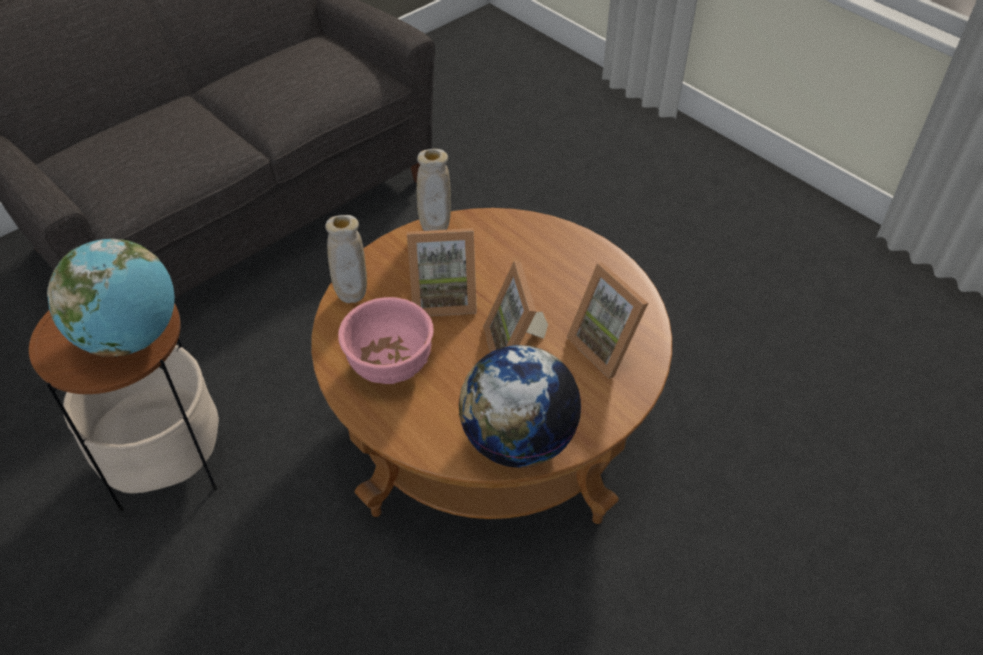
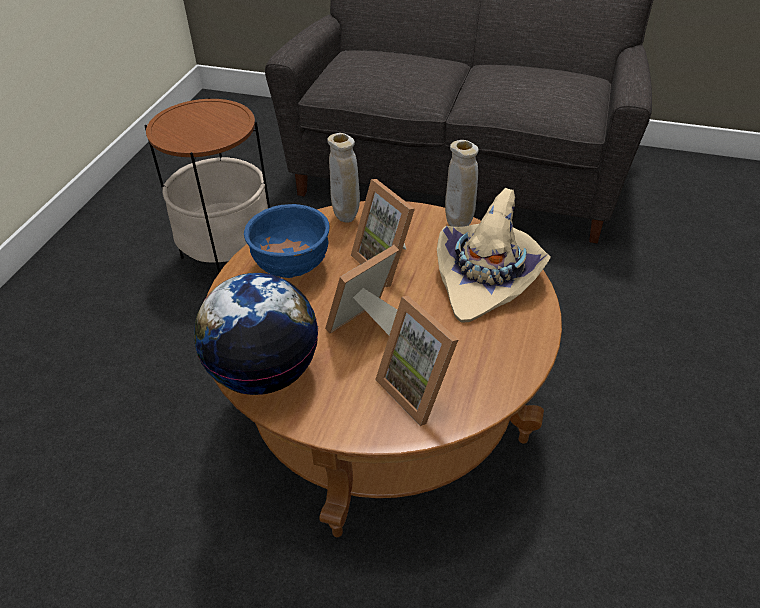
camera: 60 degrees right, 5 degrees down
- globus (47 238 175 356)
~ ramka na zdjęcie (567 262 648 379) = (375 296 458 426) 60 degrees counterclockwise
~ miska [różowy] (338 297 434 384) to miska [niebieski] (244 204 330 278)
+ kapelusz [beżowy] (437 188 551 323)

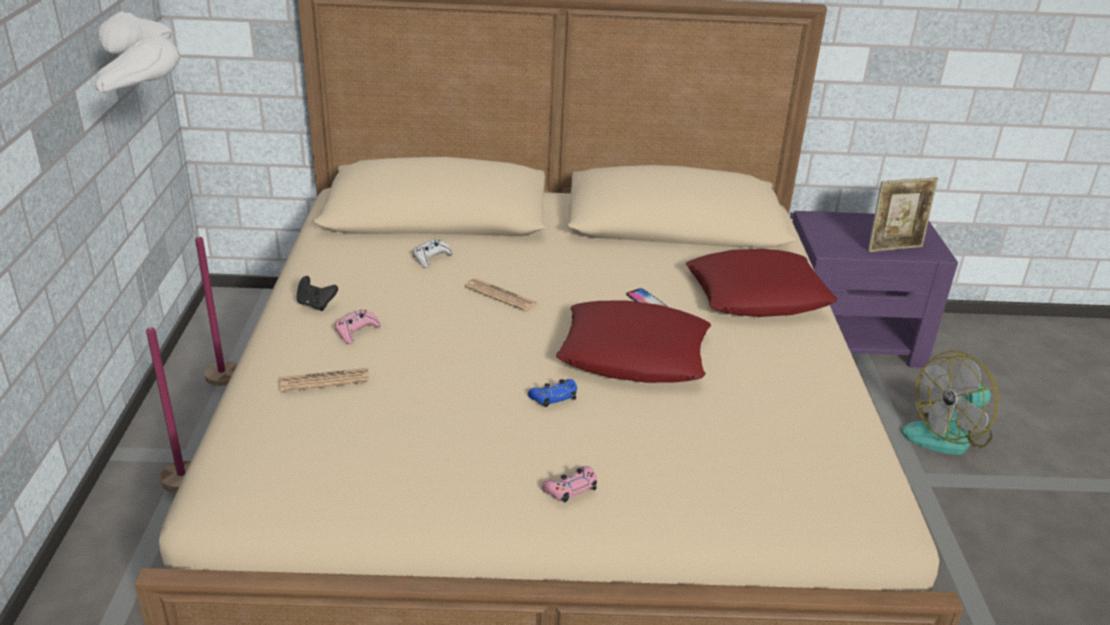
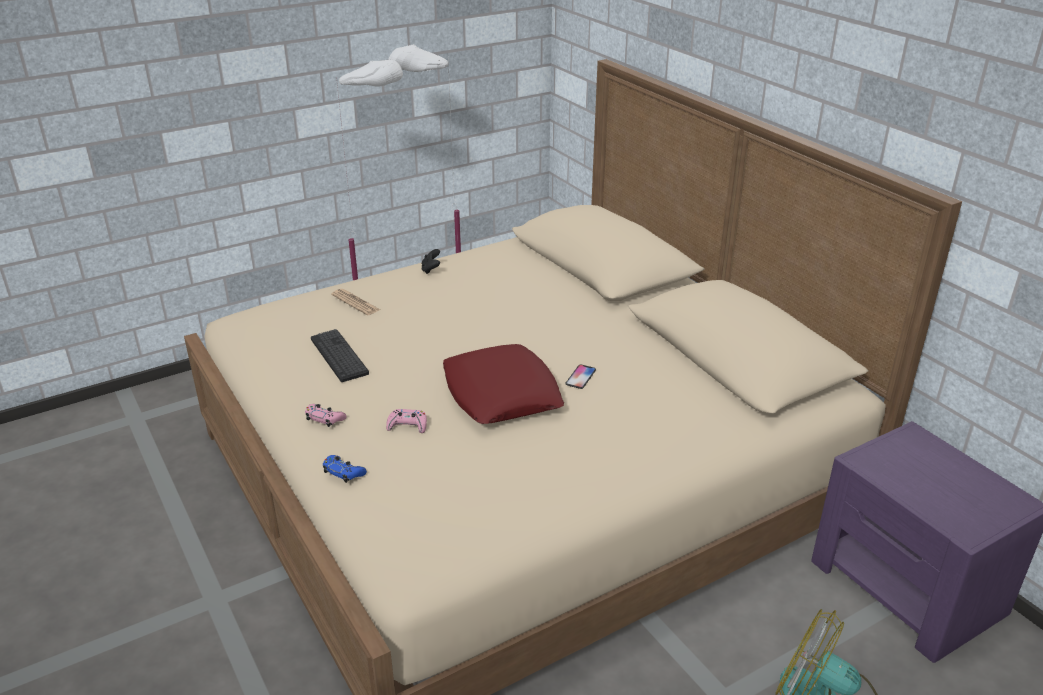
camera: 60 degrees right, 0 degrees up
- ramka na zdjęcie (868 178 938 252)
- pad do gier [biały] (413 240 452 268)
- poduszka [czerwony] (686 249 837 317)
- gazeta (465 278 538 312)
~ pad do gier [różowy] (335 310 381 344) to (386 409 427 433)
~ pad do gier [niebieski] (528 379 577 407) to (323 455 367 483)
+ klawiatura (311 329 369 382)

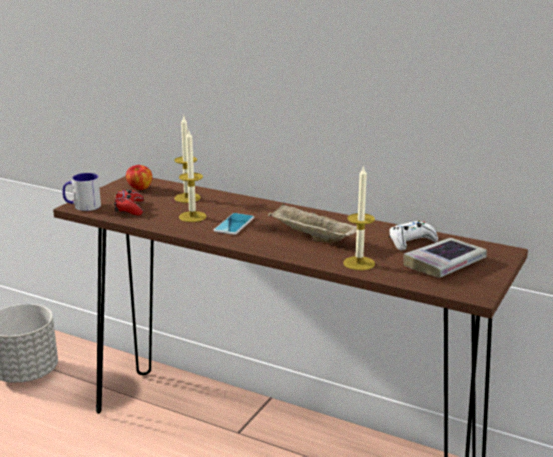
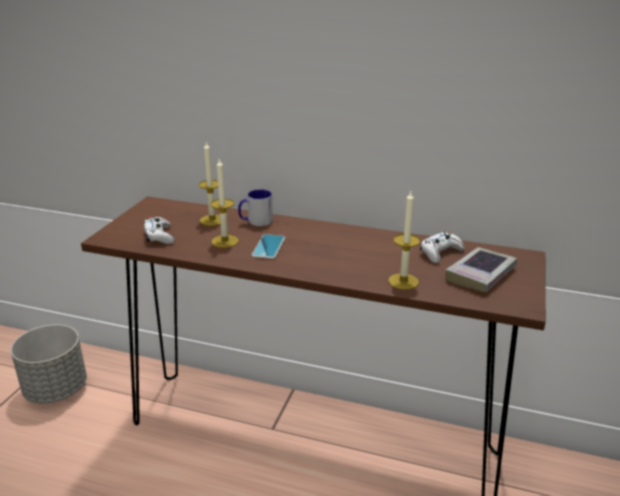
camera: 10 degrees left, 5 degrees up
- jabłko (126 165 152 190)
~ kubek (62 173 101 211) to (238 189 273 226)
~ pad do gier [czerwony] (114 189 144 215) to pad do gier [biały] (144 217 175 244)
- taca [beżowy] (268 204 357 243)

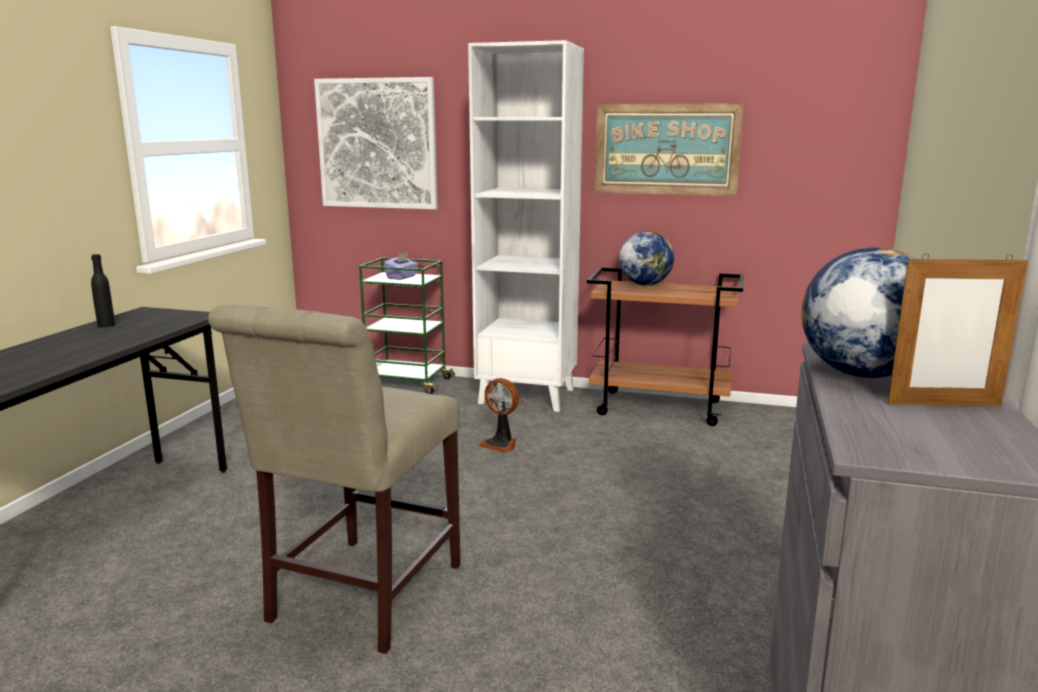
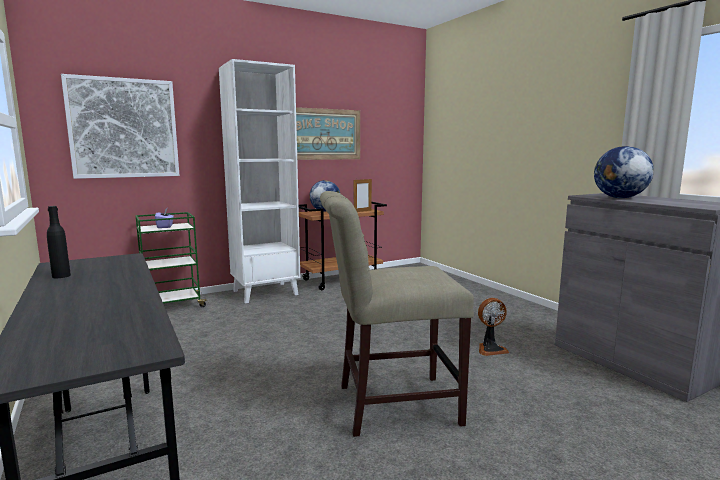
camera: 45 degrees left, 5 degrees down
~ ramka na zdjęcie (888 254 1028 406) to (354 179 372 212)
~ krzesło [beżowy] (208 304 461 654) = (320 191 474 437) 105 degrees clockwise
~ wentylator (478 378 519 453) to (478 298 509 356)

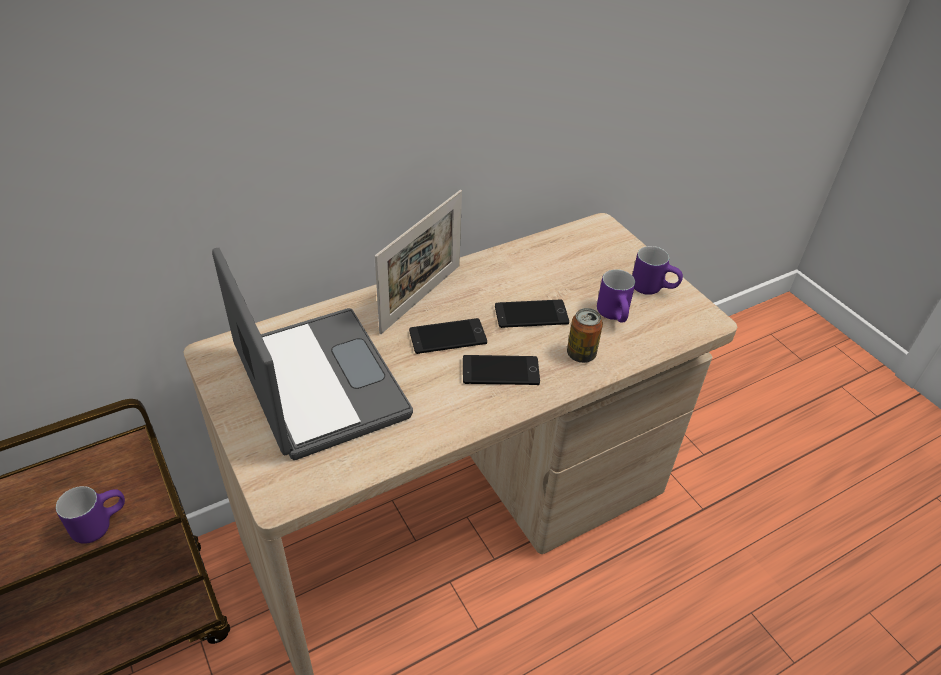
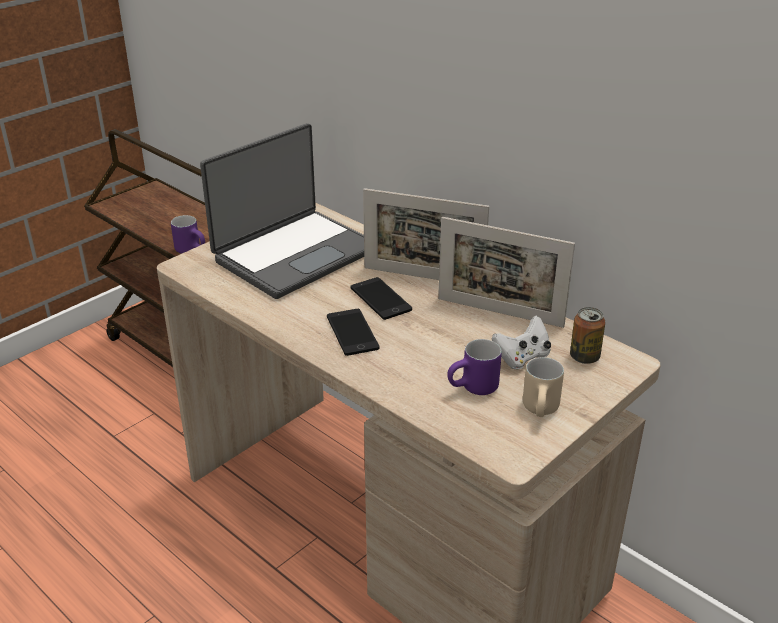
camera: 75 degrees right, 10 degrees down
~ kubek [fioletowy] (632 246 683 295) to kubek [beżowy] (523 357 564 417)
- telefon (495 300 569 328)
~ puszka (567 308 603 363) to (570 307 605 364)
+ ramka na zdjęcie (438 217 575 328)
+ pad do gier [biały] (492 315 551 370)

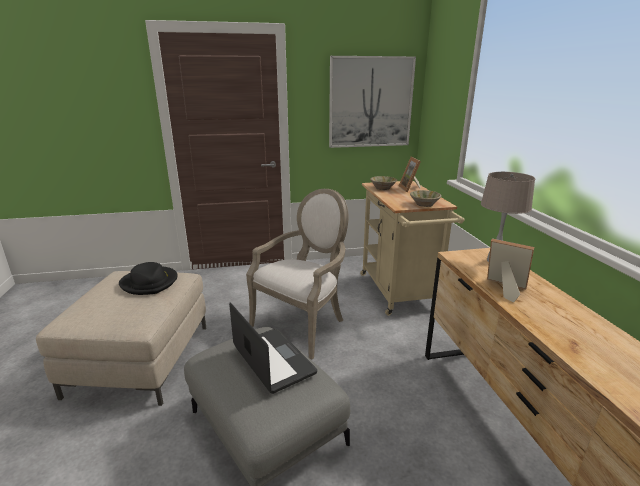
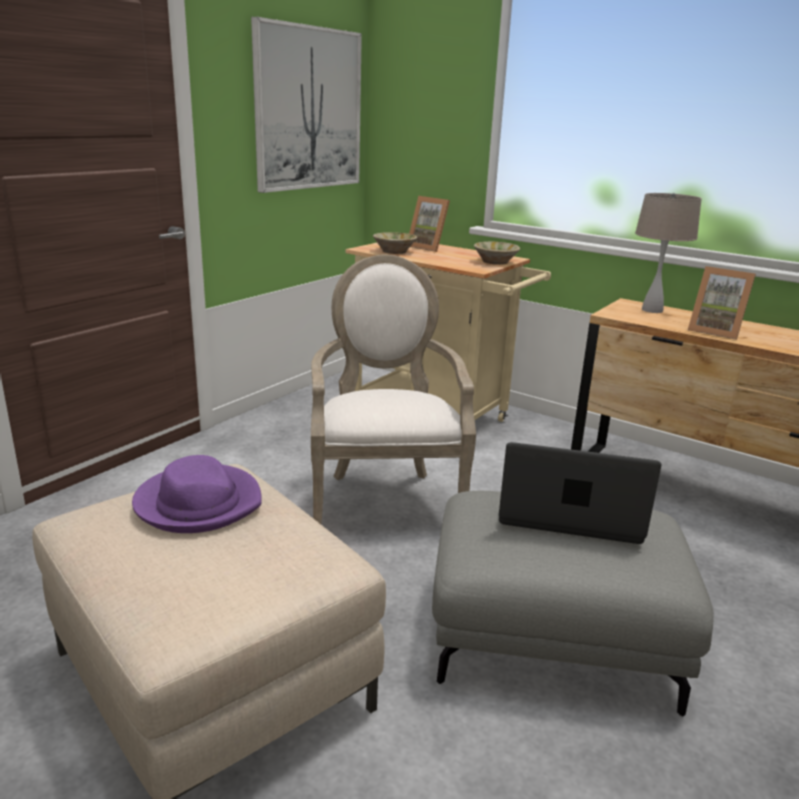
camera: 45 degrees left, 0 degrees up
~ ramka na zdjęcie (487 238 534 302) = (688 266 756 340) 135 degrees counterclockwise
~ kapelusz [czarny] (119 262 178 295) to kapelusz [fioletowy] (132 455 262 533)

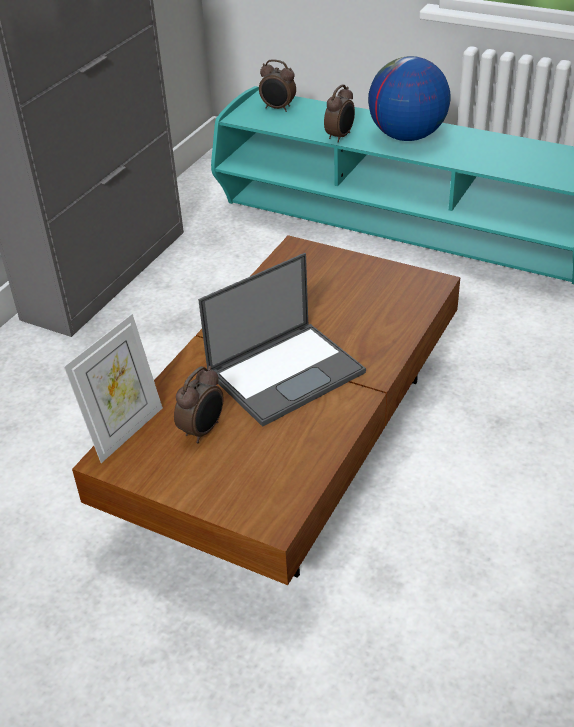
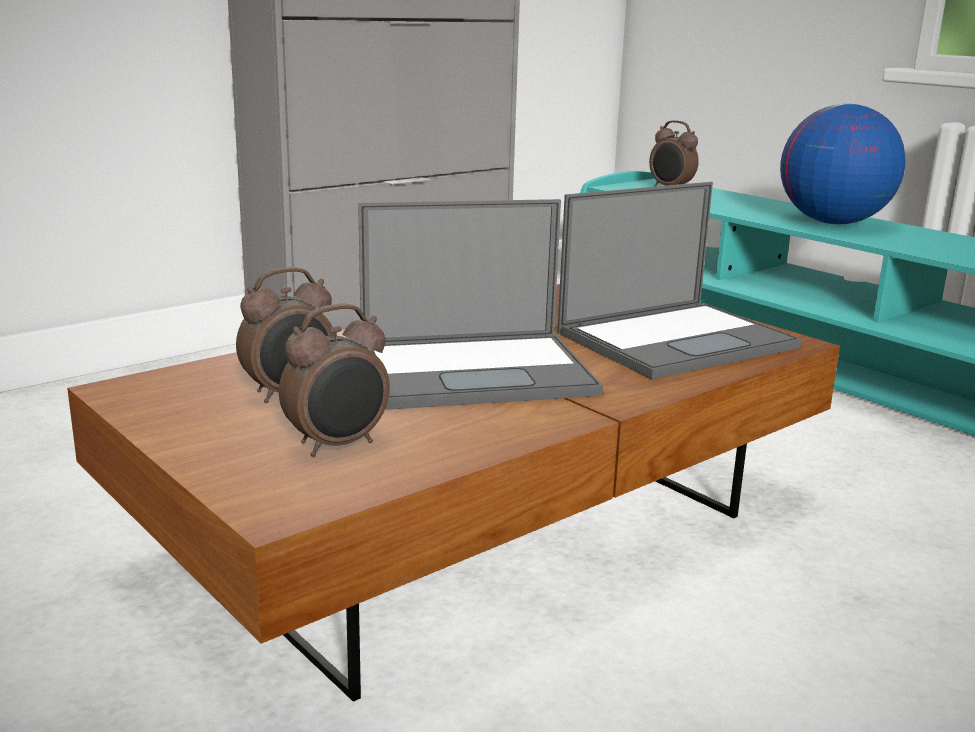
camera: 20 degrees right, 20 degrees down
~ budzik (324 84 355 143) to (279 303 390 457)
- ramka na zdjęcie (64 314 163 463)
+ laptop (557 182 801 379)

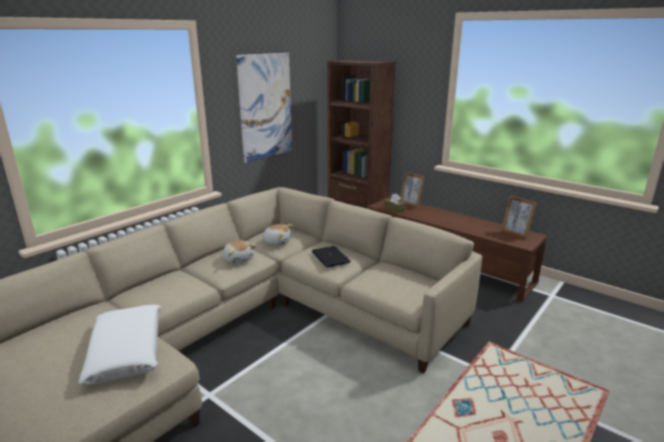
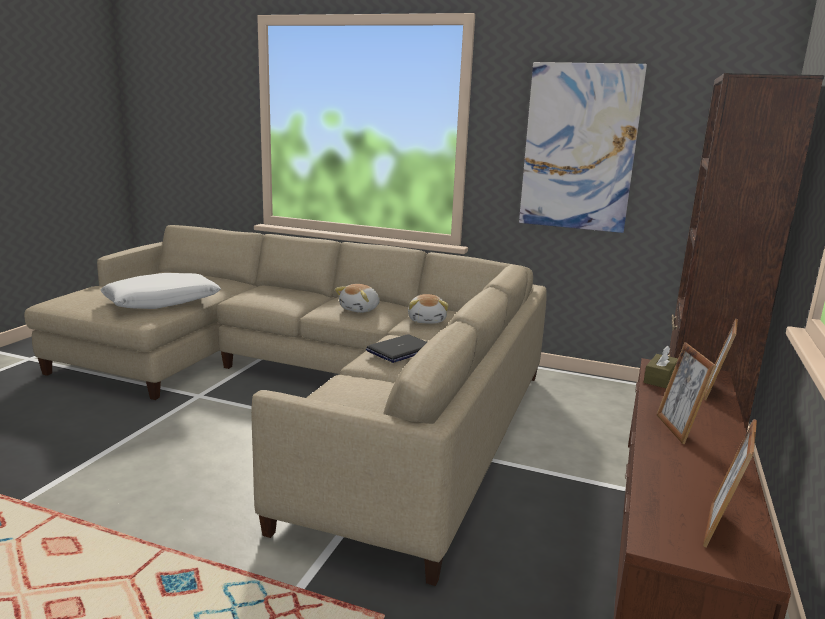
camera: 70 degrees right, 5 degrees down
+ ramka na zdjęcie (656 342 716 444)

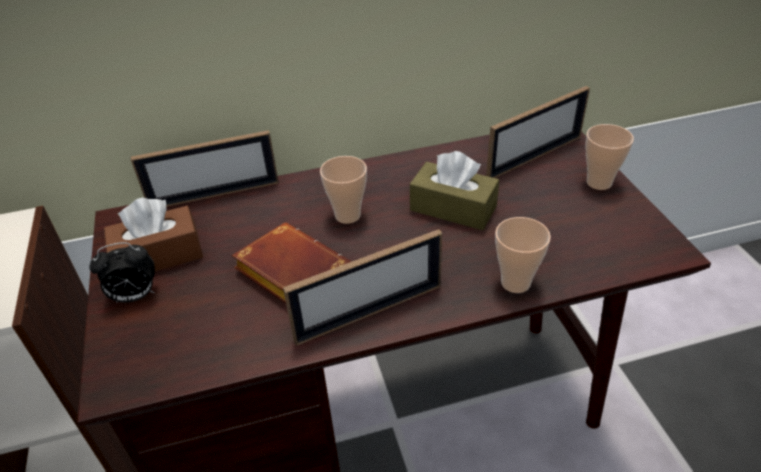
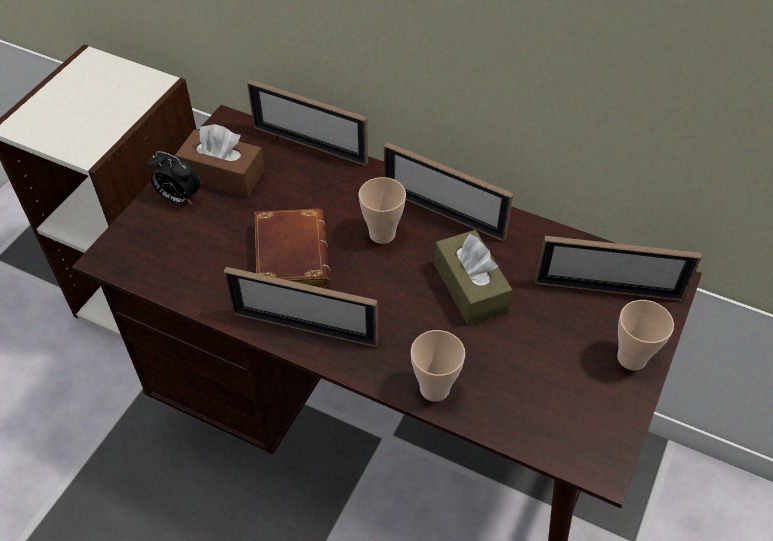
camera: 40 degrees right, 10 degrees up
+ ramka na zdjęcie (384 142 514 242)

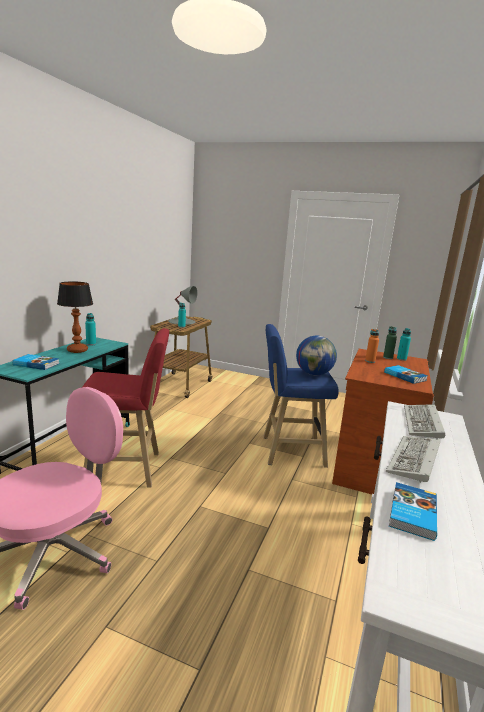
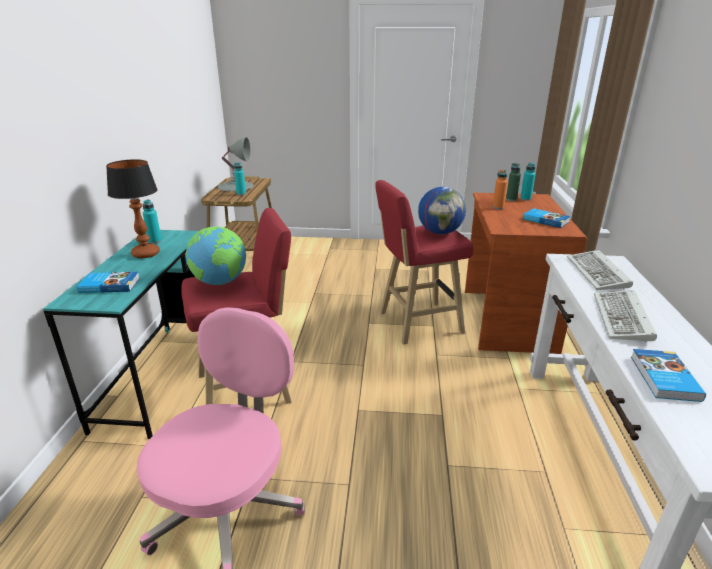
camera: 15 degrees left, 10 degrees up
~ stołek [niebieski] (263 324 339 468) to stołek [czerwony] (376 180 473 344)
+ globus (186 226 246 285)

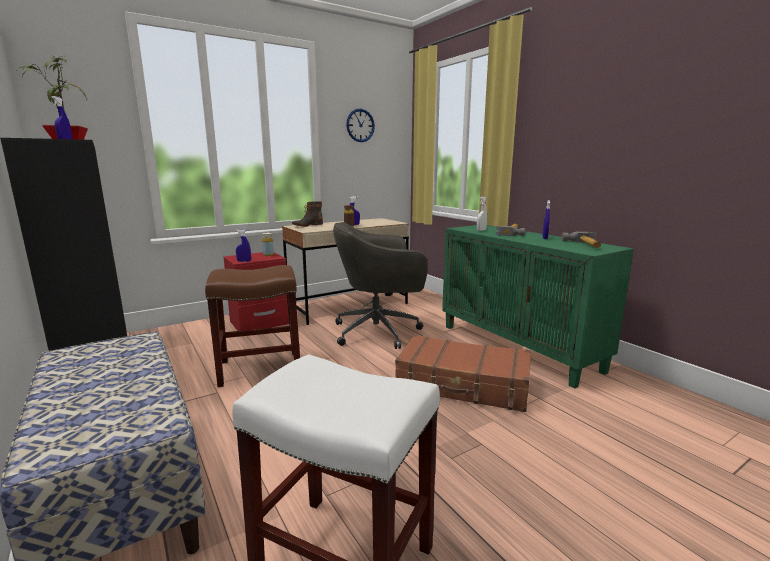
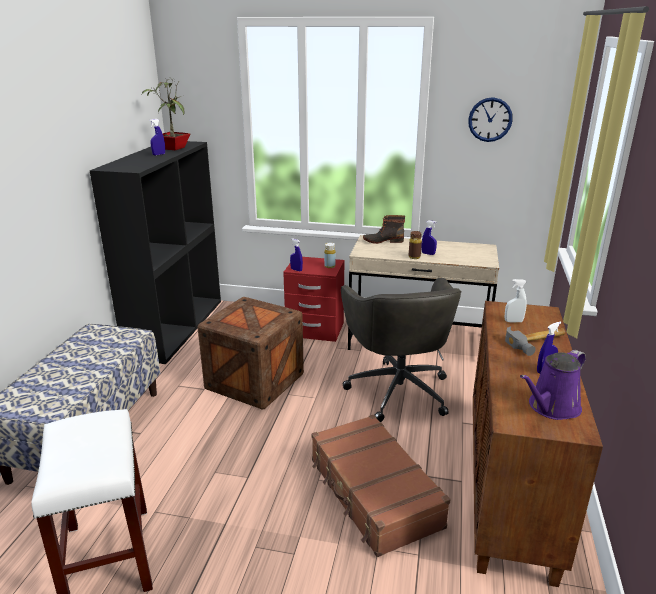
camera: 45 degrees right, 10 degrees up
~ krzesło biurowe [szary] (333 222 427 349) = (341 278 462 422) 135 degrees counterclockwise
~ szafka [zielony] (442 225 634 389) to szafka [brązowy] (473 301 603 587)
~ młotek (561 232 601 248) to konewka [fioletowy] (520 350 586 420)
~ stołek [brązowy] (205 265 300 387) to skrzynka (198 297 304 409)

